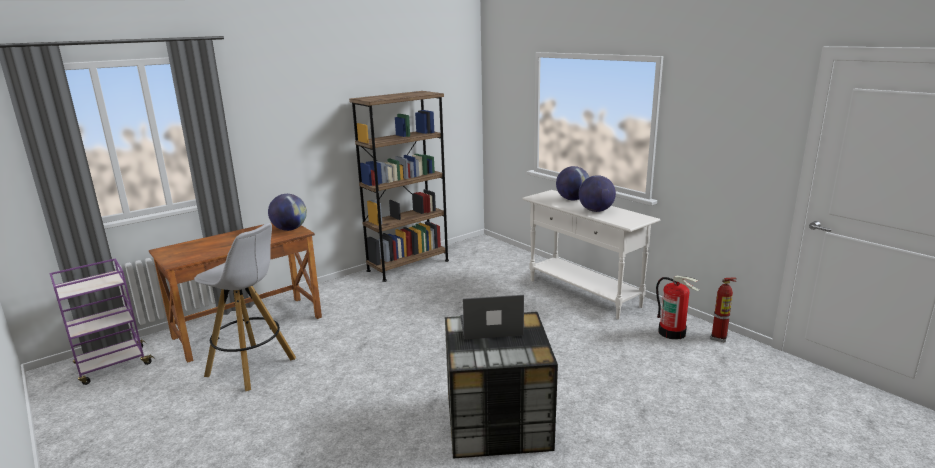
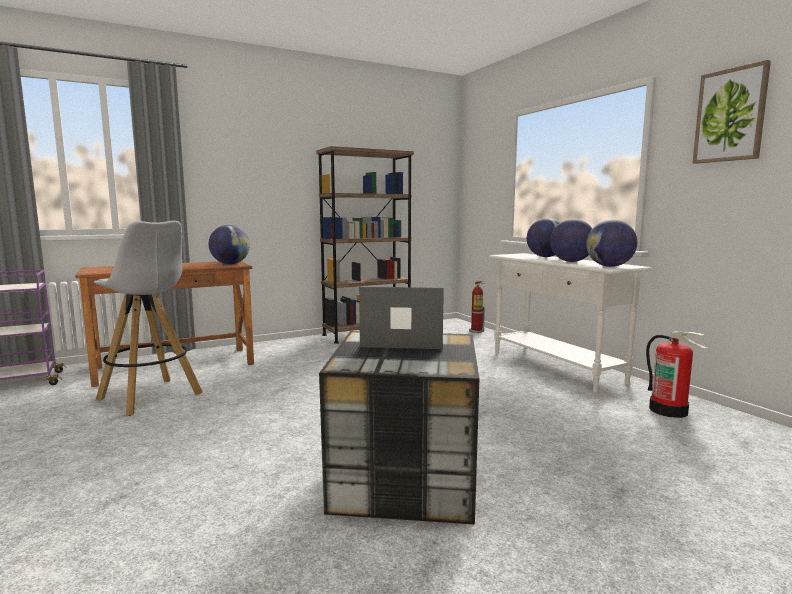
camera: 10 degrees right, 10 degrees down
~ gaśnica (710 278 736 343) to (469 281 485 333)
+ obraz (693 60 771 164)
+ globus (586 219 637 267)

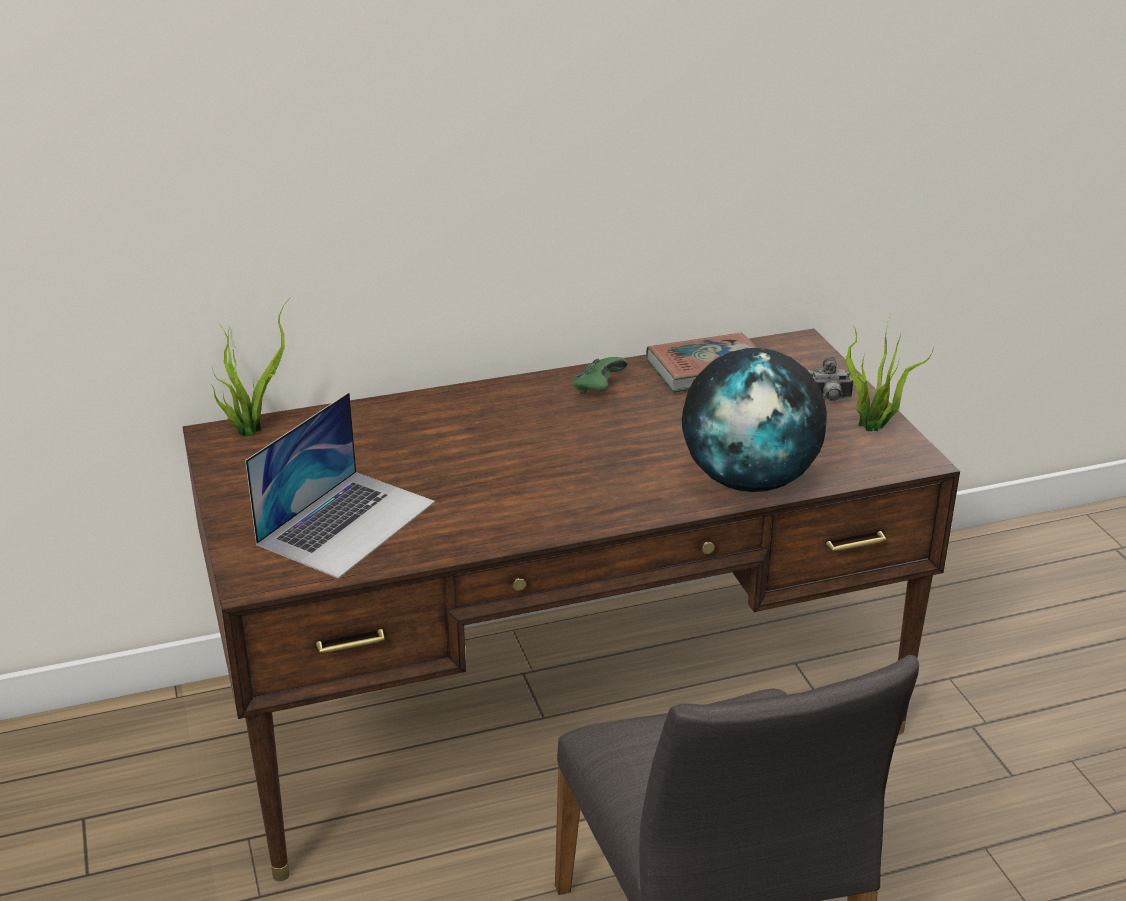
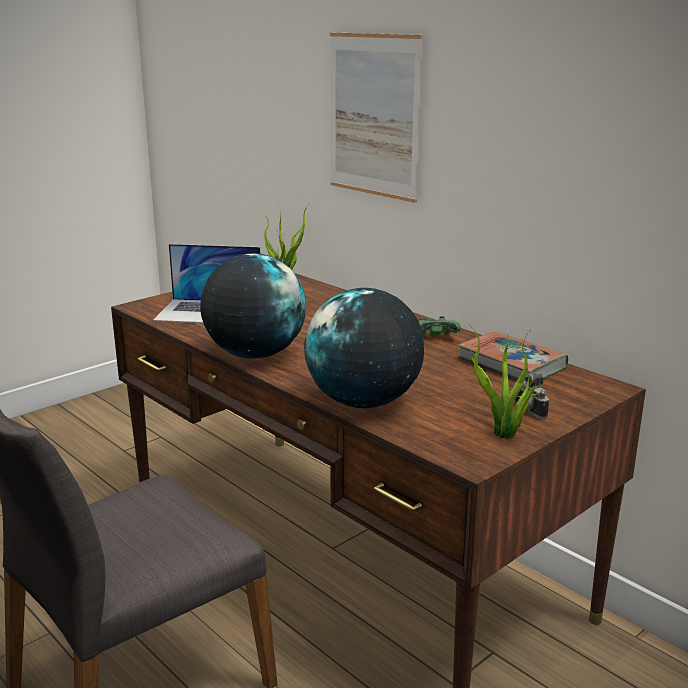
camera: 65 degrees right, 10 degrees down
+ obraz (330 33 422 203)
+ globus (200 253 306 359)

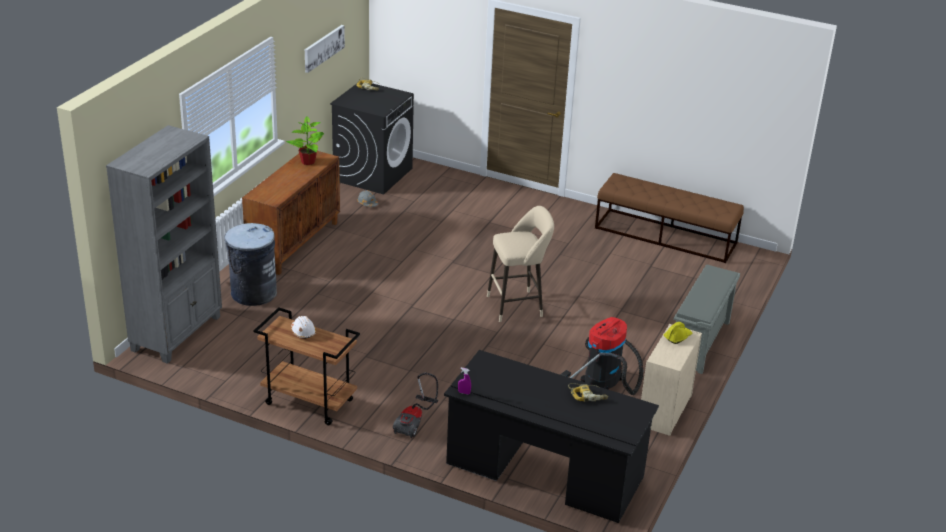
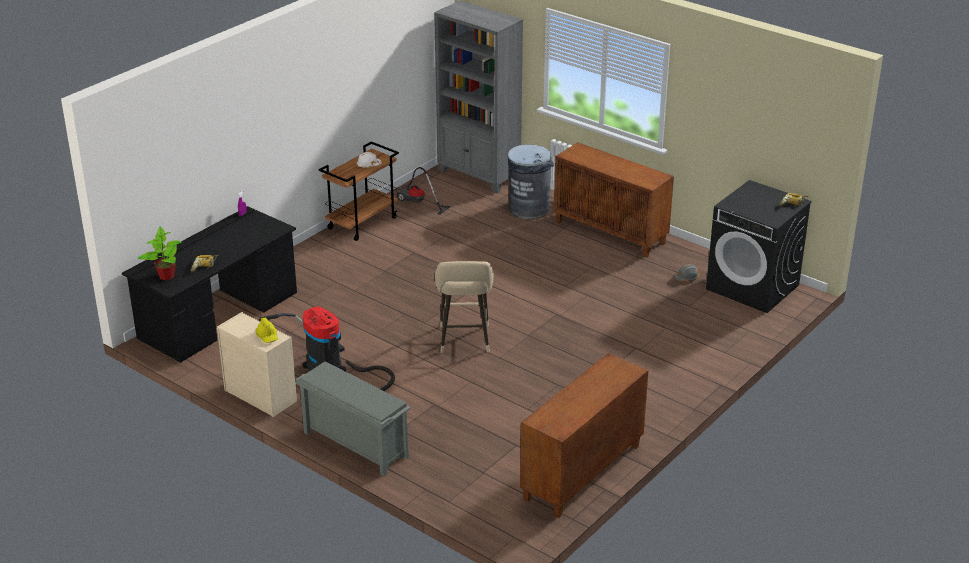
camera: 105 degrees right, 0 degrees up
- obraz (305 25 345 73)
~ roślina doniczkowa (286 116 324 165) to (137 227 182 280)
~ ławka [brązowy] (595 173 744 263) to szafka [brązowy] (520 353 648 518)
~ odkurzacz (393 373 438 438) to (396 167 450 215)

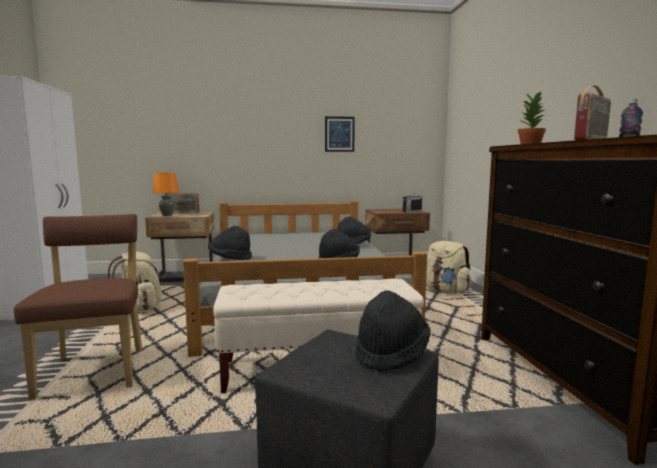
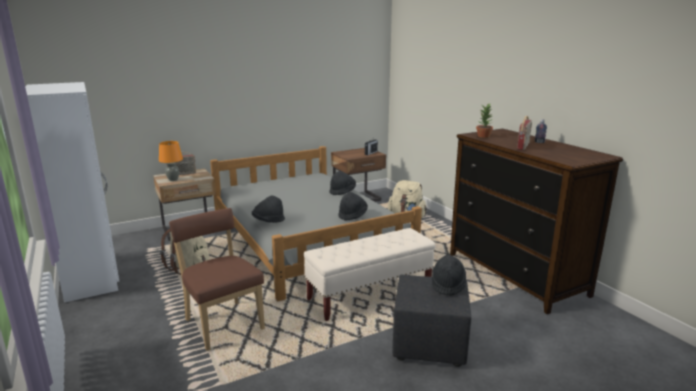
camera: 20 degrees left, 10 degrees up
- obraz (325 116 355 152)

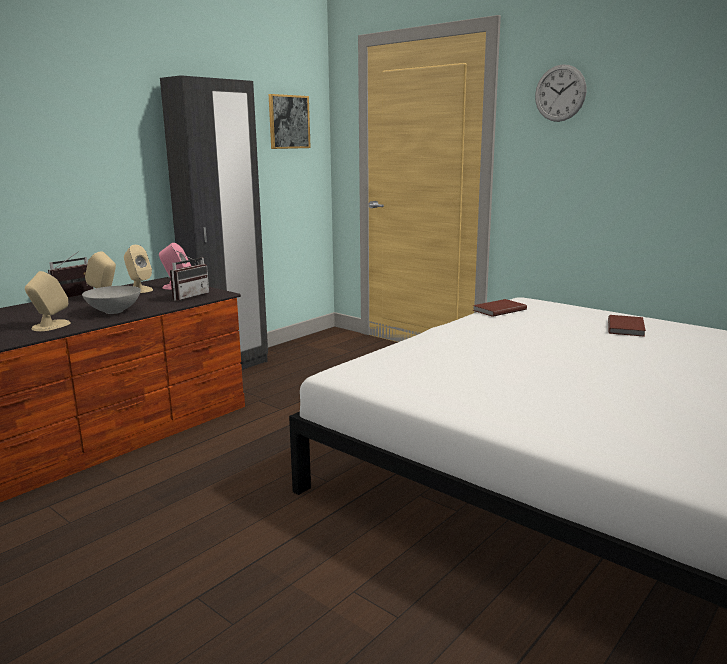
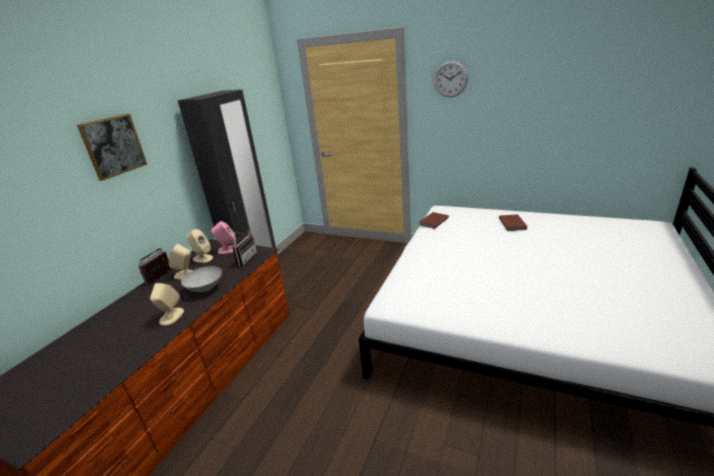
camera: 15 degrees left, 10 degrees up
~ obraz (269 94 311 149) to (77 113 147 181)

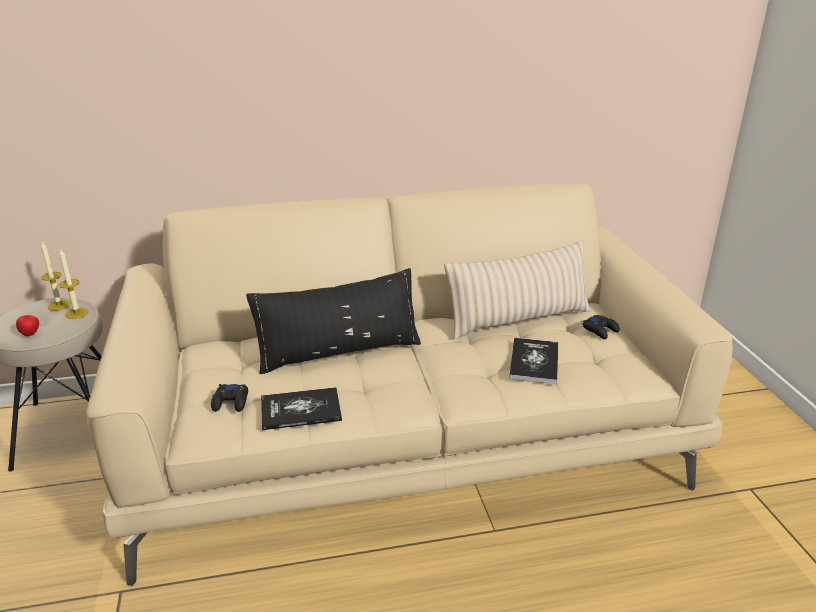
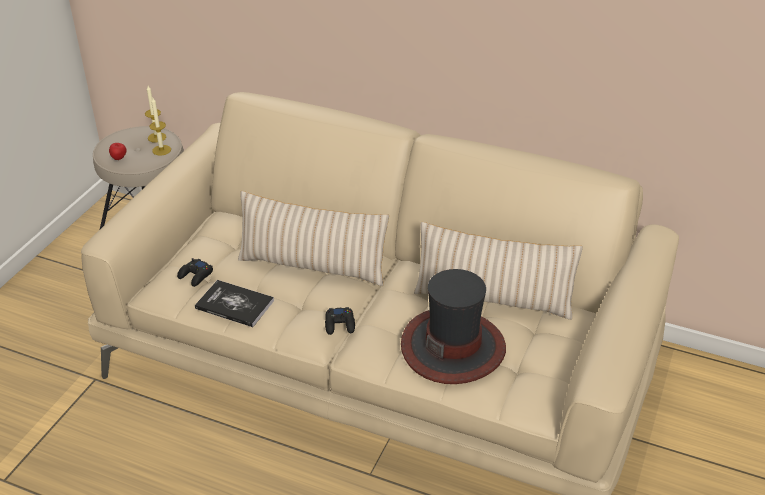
camera: 35 degrees right, 10 degrees up
~ poduszka [czarny] (246 268 421 374) to poduszka [beżowy] (238 191 389 286)
~ pad do gier [czarny] (582 315 620 339) to (325 307 355 335)
~ książka (509 338 558 384) to kapelusz (401 269 506 384)

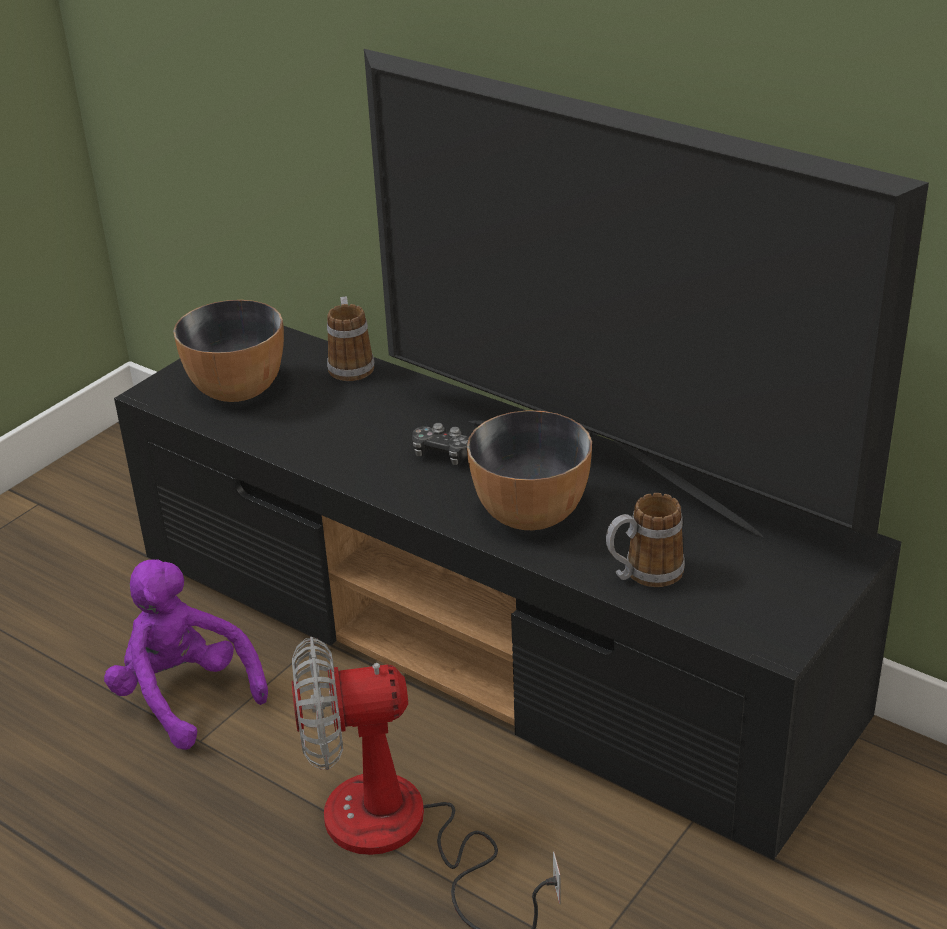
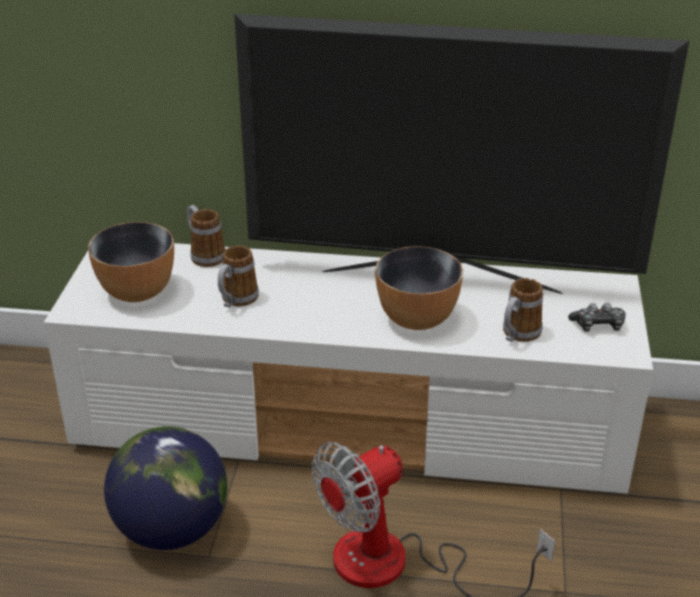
camera: 30 degrees left, 0 degrees up
~ szafka pod telewizor [czarny] (114 325 901 860) to szafka pod telewizor [biały] (44 243 653 494)
~ pad do gier (412 423 469 465) to (568 303 626 332)
~ pluszak [fioletowy] (104 559 268 750) to globus (104 426 227 550)
+ kubek (218 245 259 308)

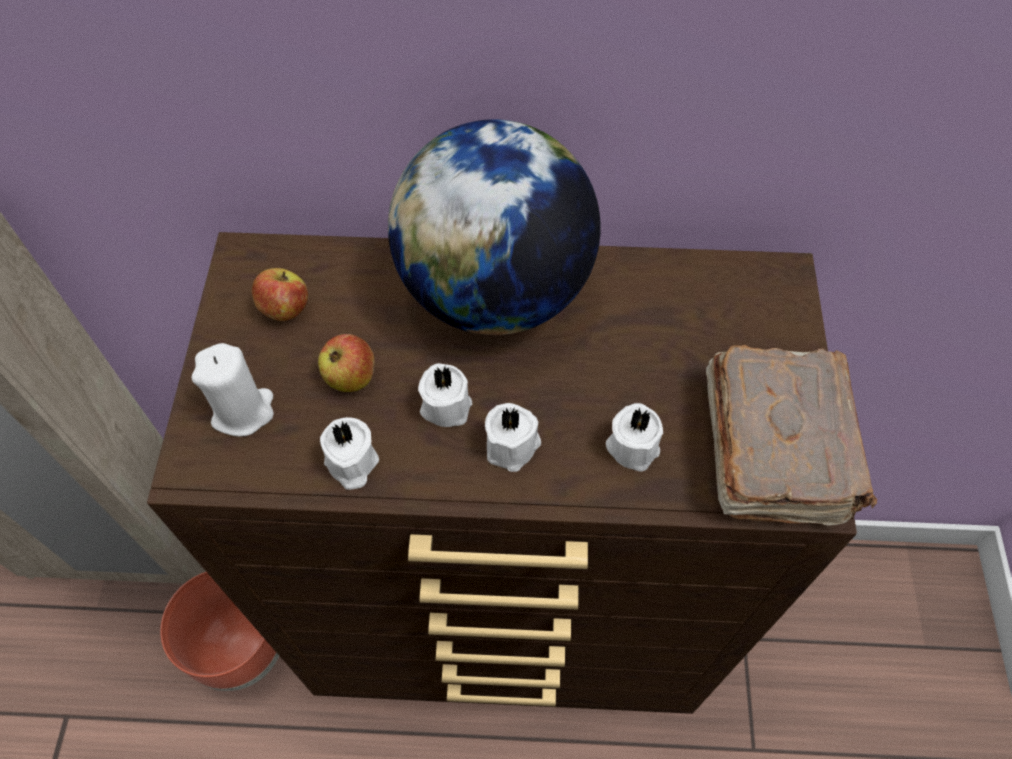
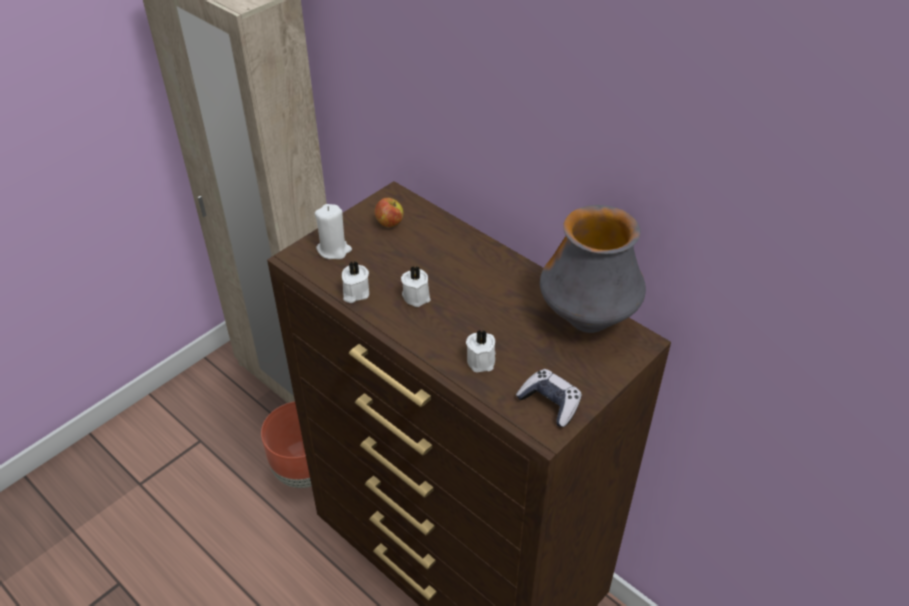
camera: 40 degrees right, 15 degrees down
- globus (388 119 601 335)
- jabłko (318 334 375 392)
~ książka [brązowy] (706 345 877 526) to pad do gier (516 369 582 427)
- świeca [biały] (485 403 541 472)
+ wazon (540 205 646 333)

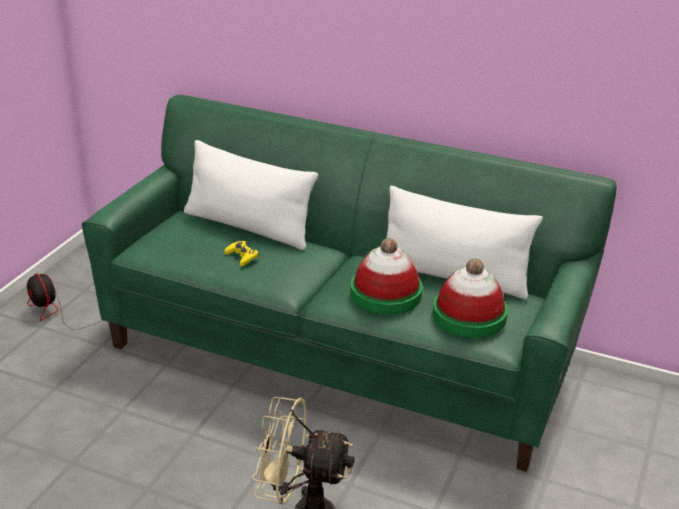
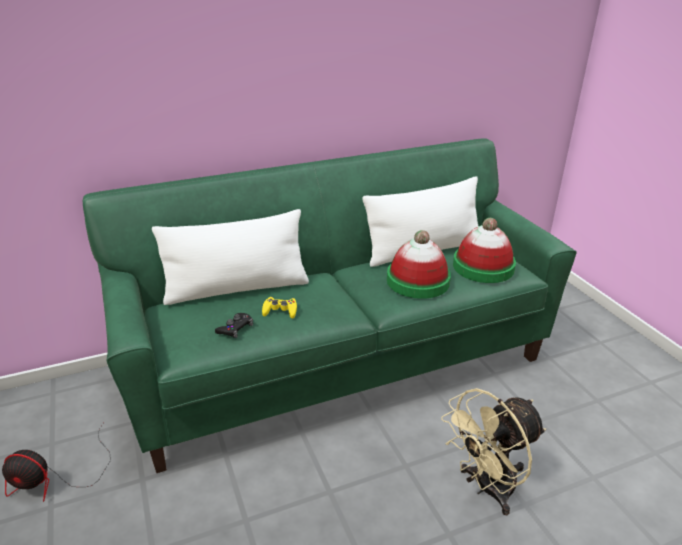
camera: 45 degrees left, 0 degrees up
+ pad do gier [czarny] (215 313 253 338)

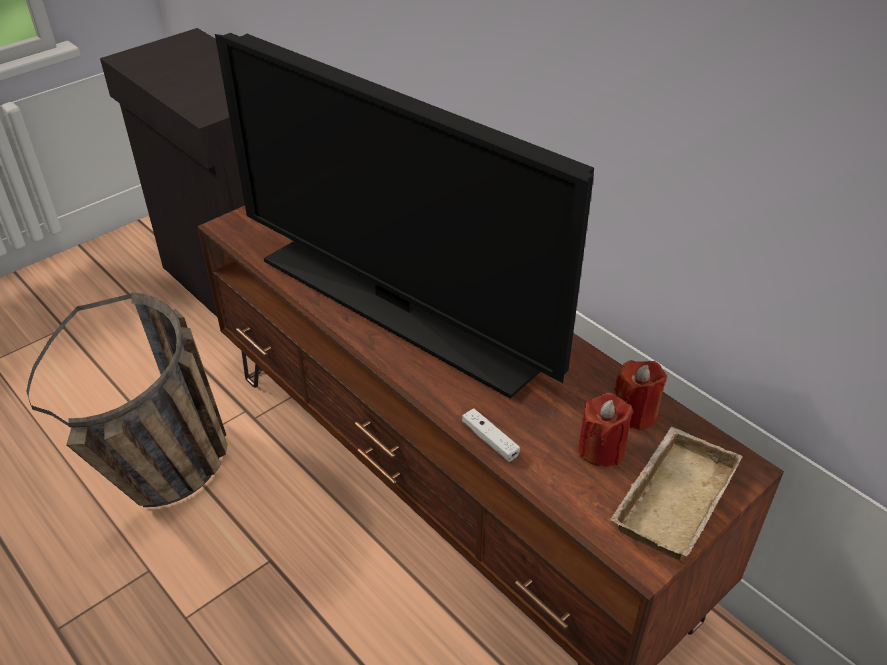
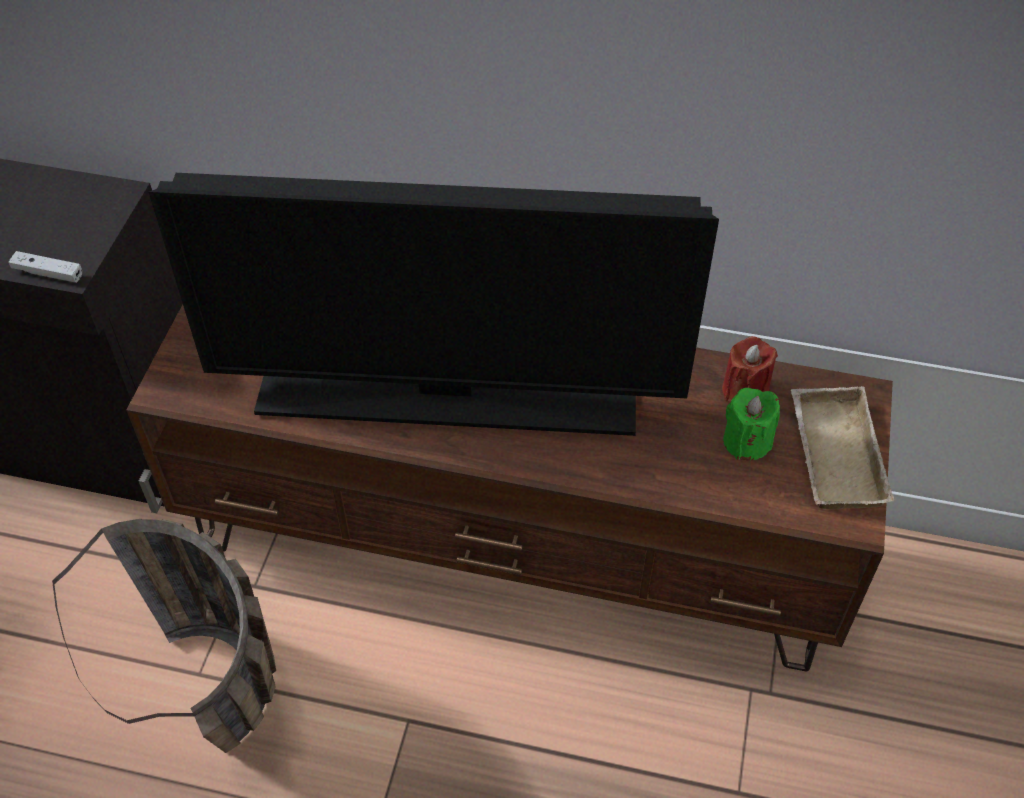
camera: 35 degrees left, 10 degrees up
~ świeca [czerwony] (578 393 633 467) to świeca [zielony] (723 388 780 460)
~ pad do gier [biały] (462 408 520 462) to (9 251 82 283)

